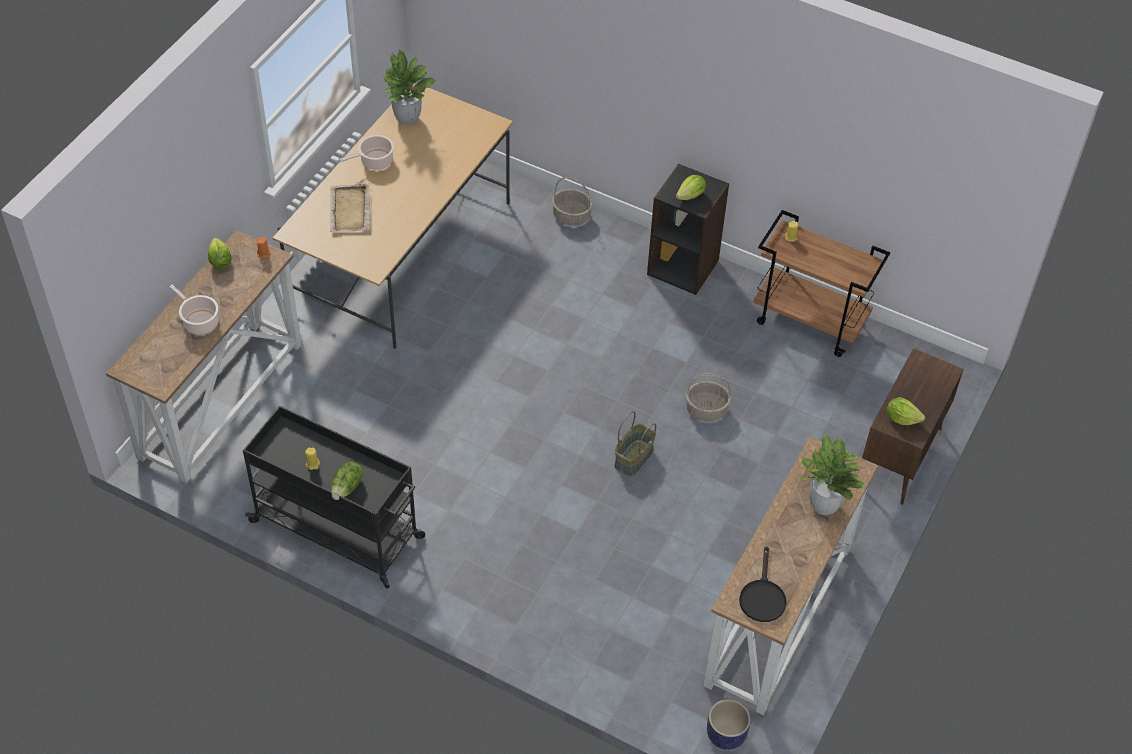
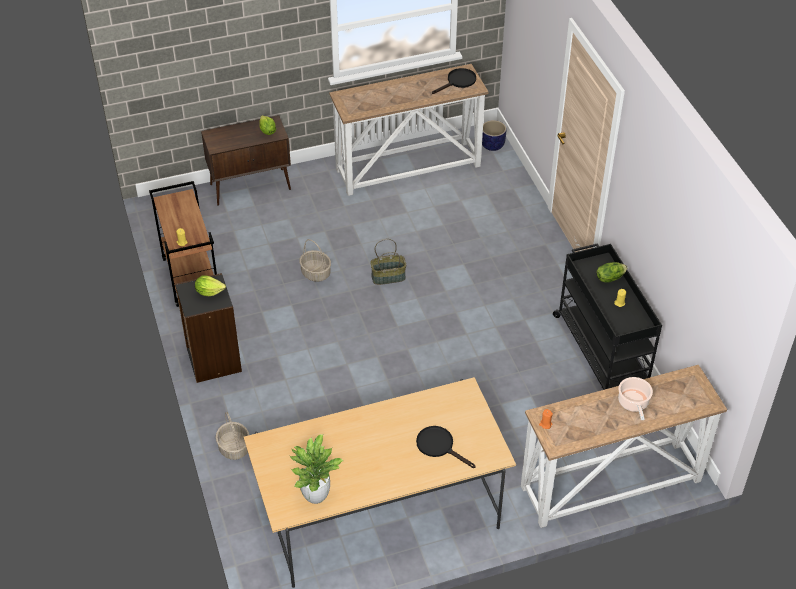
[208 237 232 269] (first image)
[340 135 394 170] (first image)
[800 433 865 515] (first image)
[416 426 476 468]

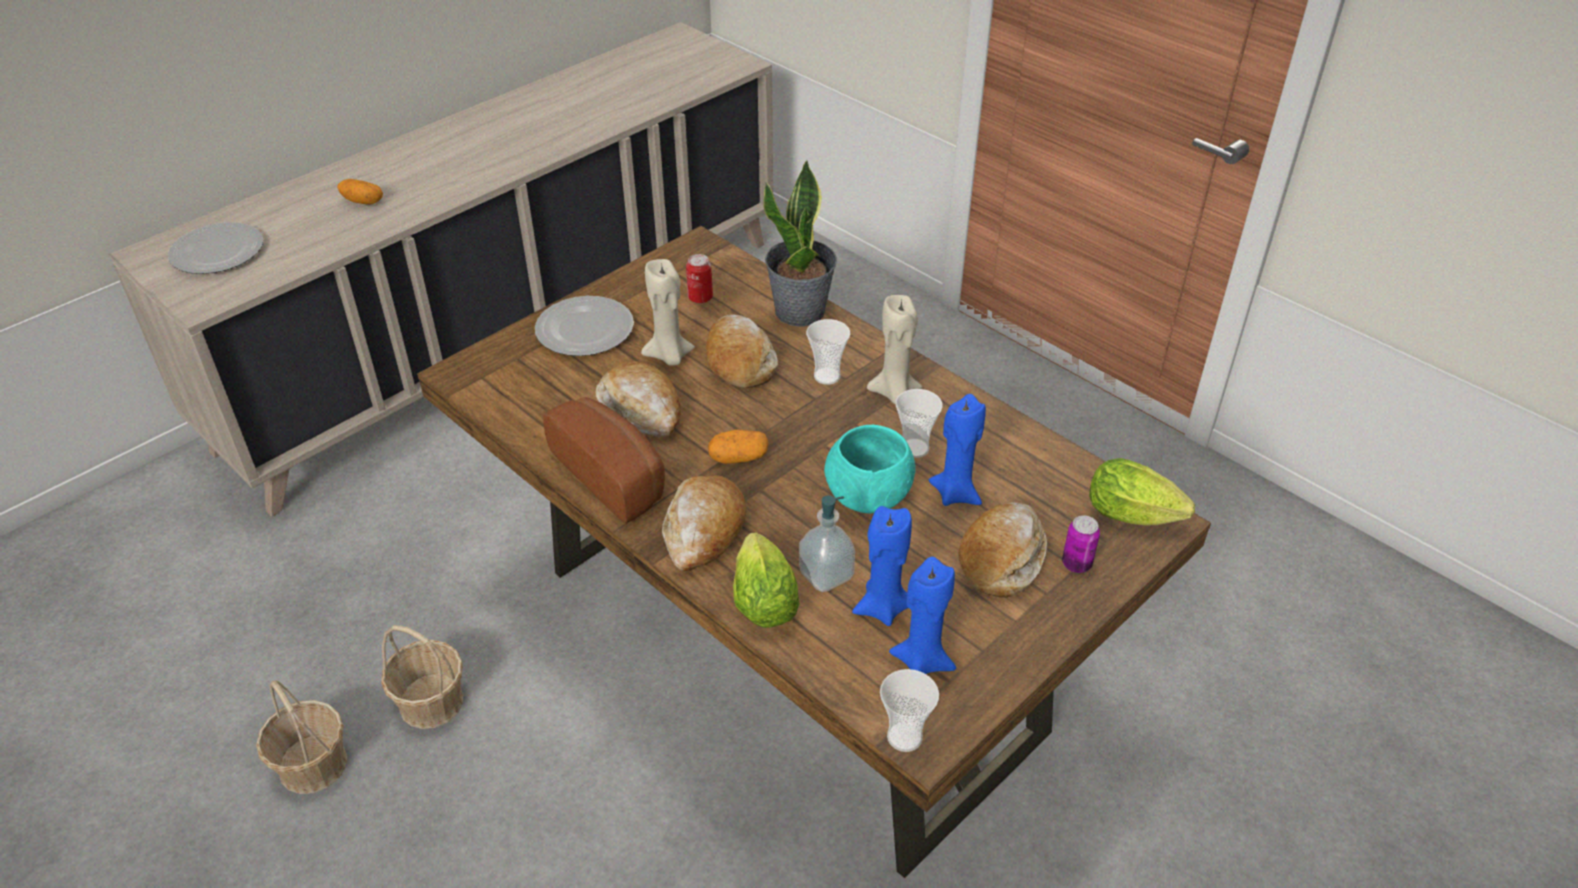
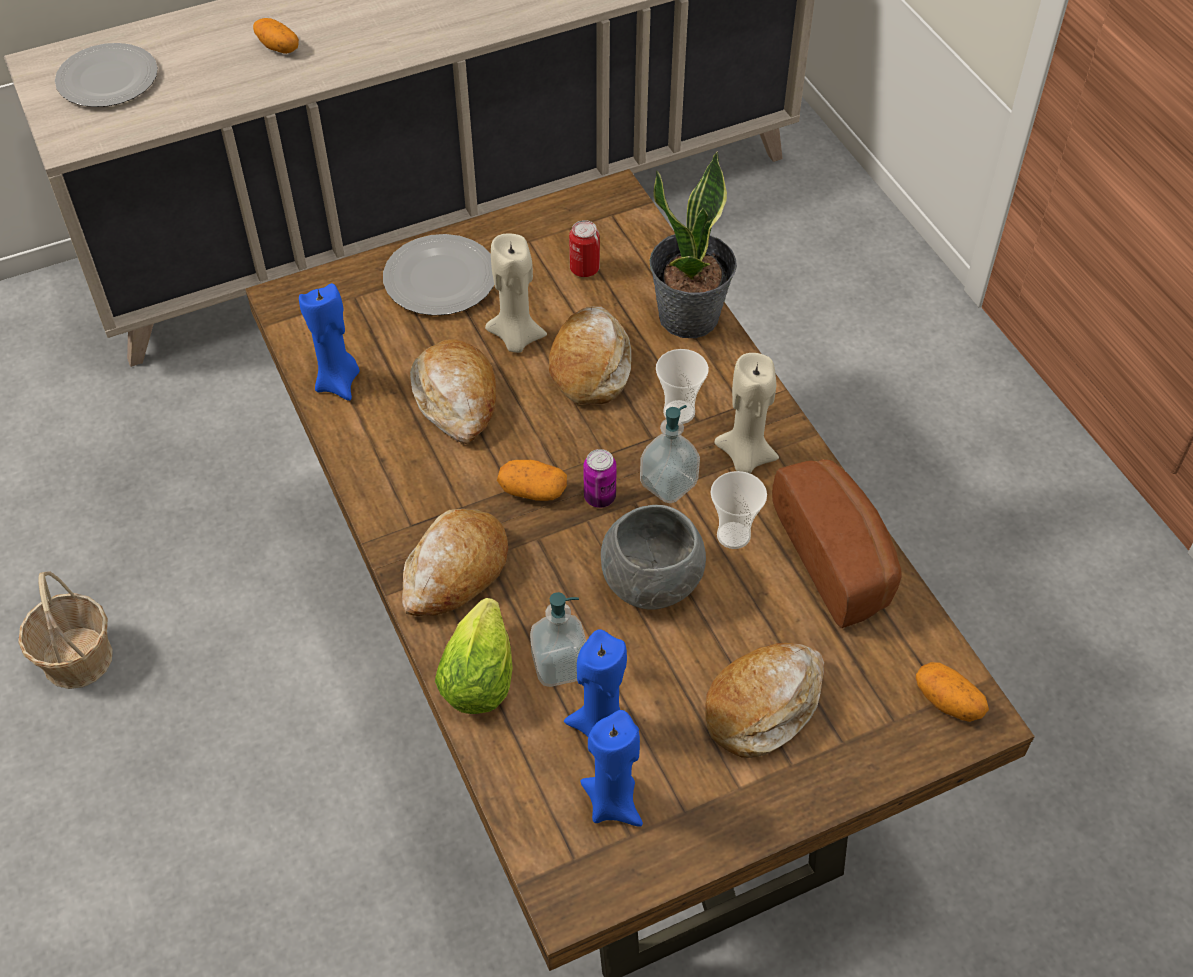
[381 625 464 729] (first image)
[880 669 939 752] (first image)
[640 405 700 503]
[772 459 901 628]
[299 283 360 401]
[583 449 617 508]
[916 662 989 722]
[601 505 706 610]

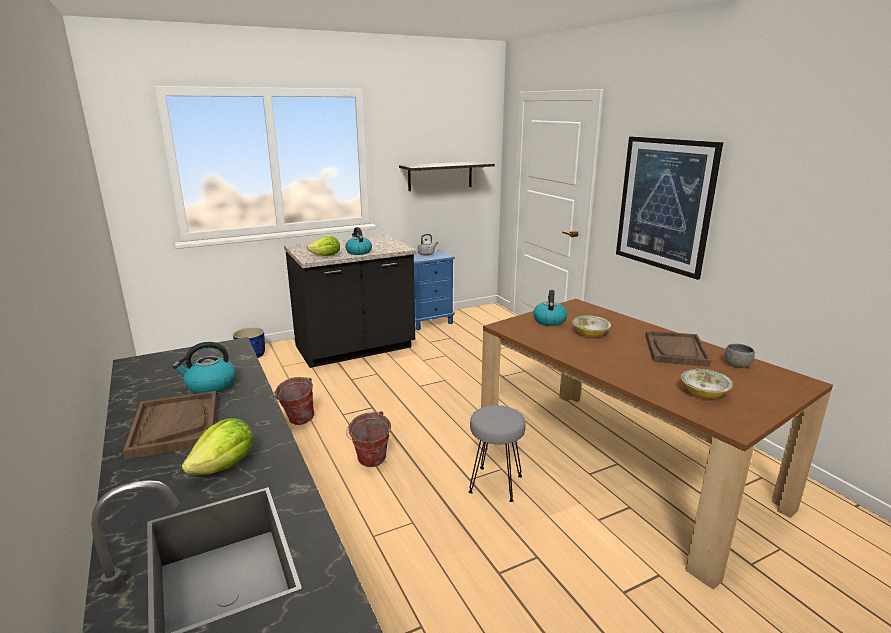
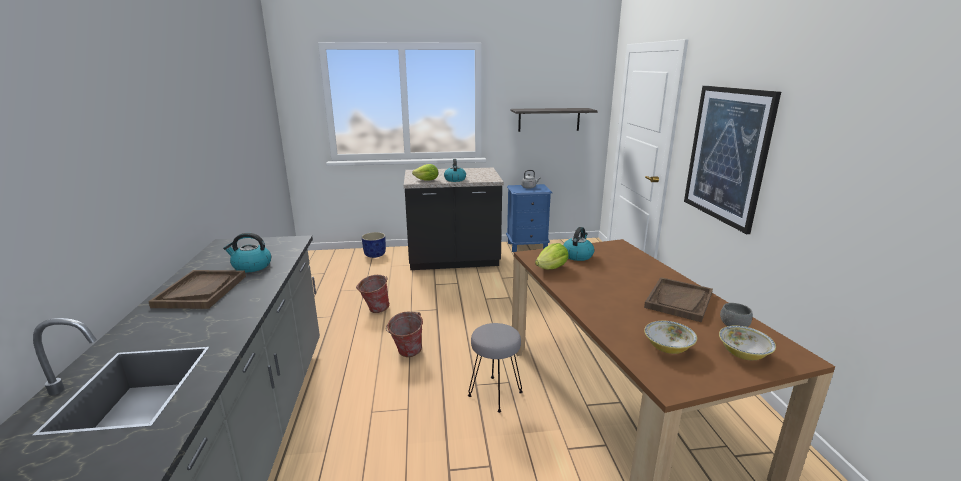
[535 243 569 269]
[719 326 776 360]

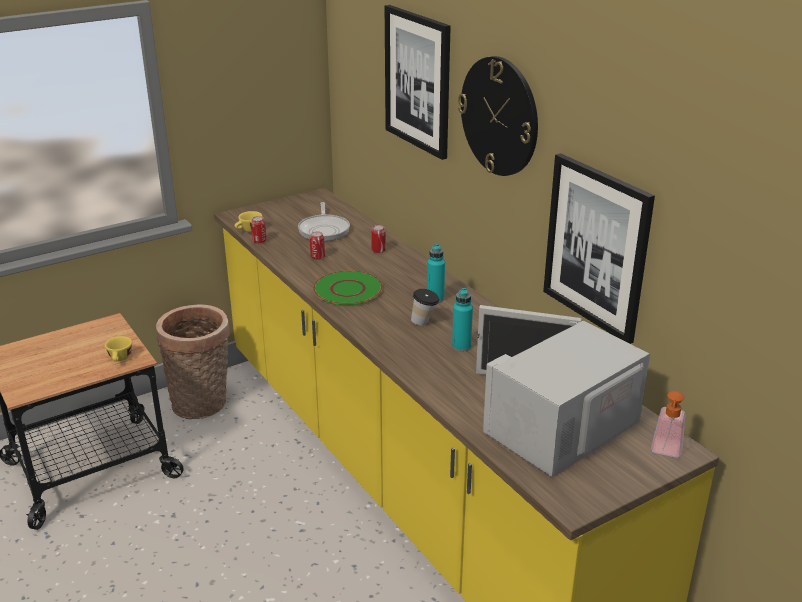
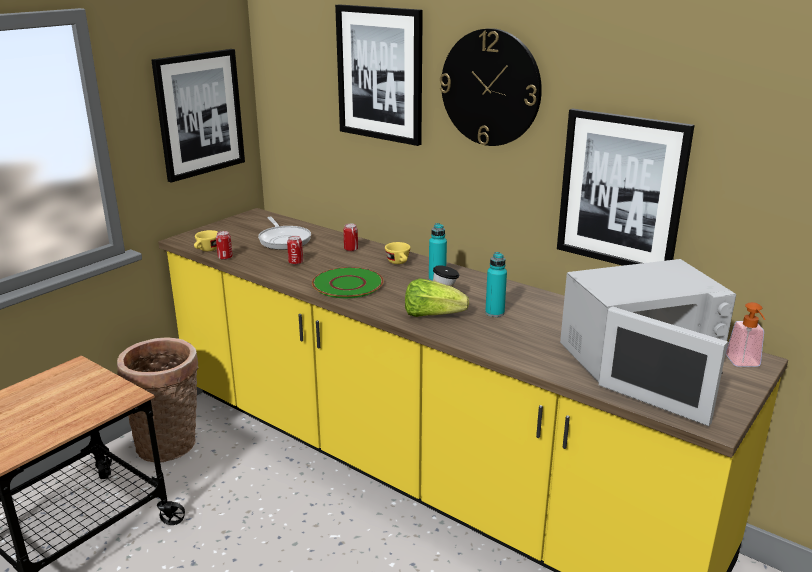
[151 49 245 183]
[405 278 469 317]
[385 242 410 264]
[560 259 736 426]

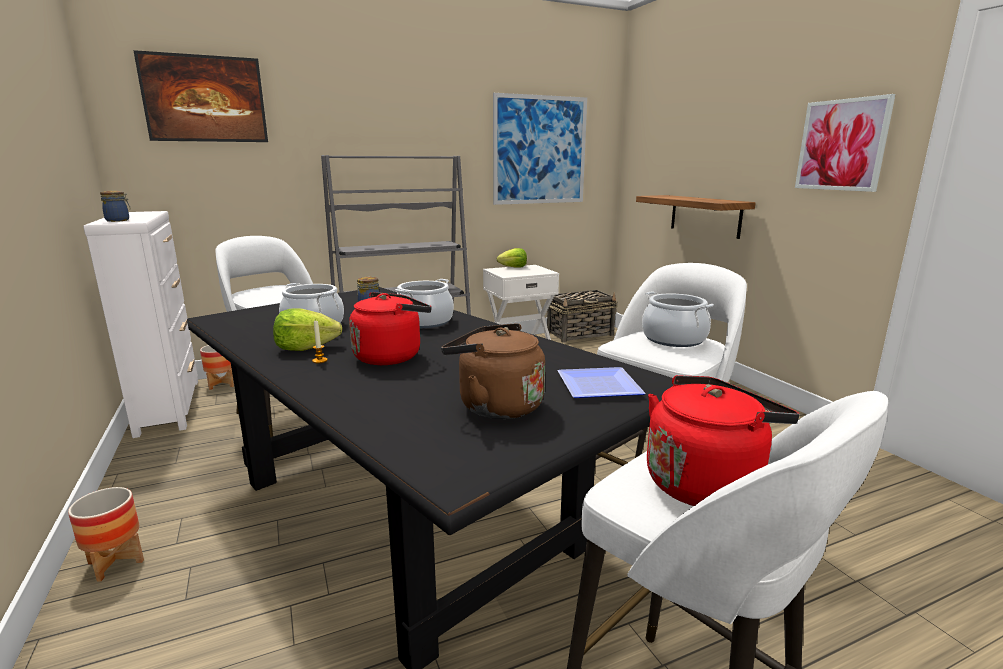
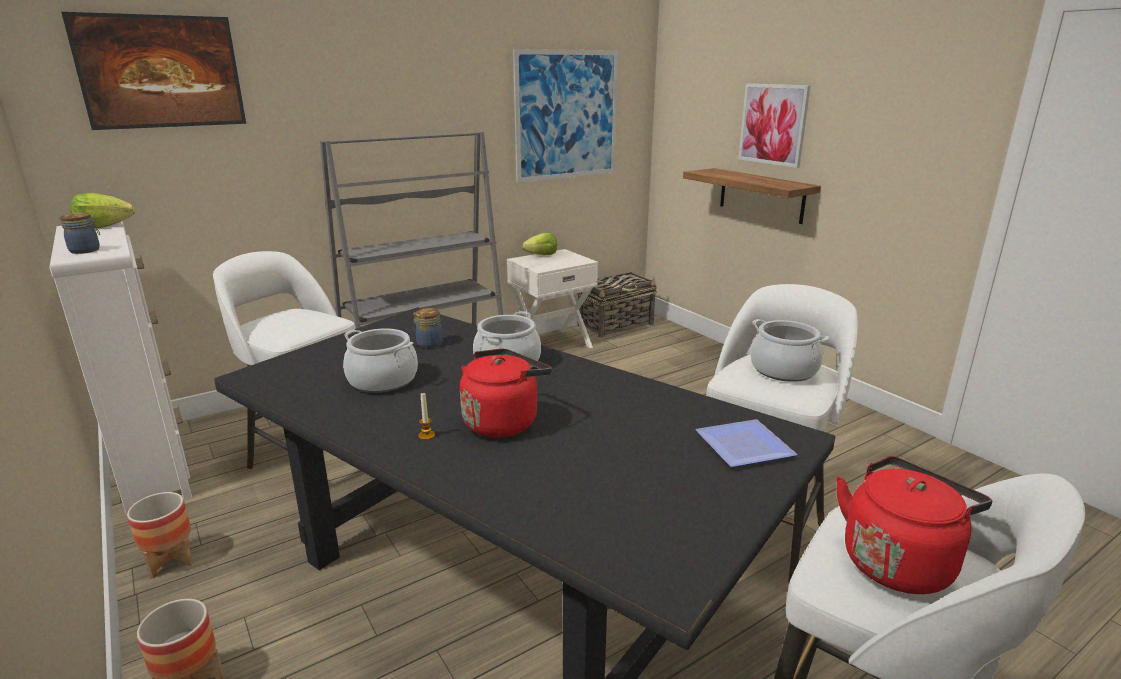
[441 323 545 419] (first image)
[127 492 193 578]
[70 193 135 228]
[738 84 811 168]

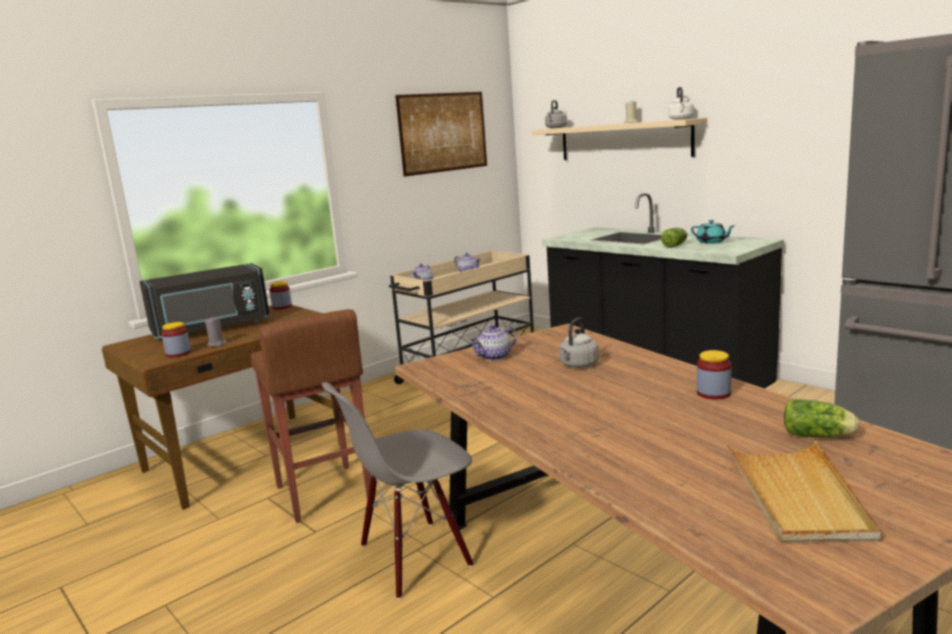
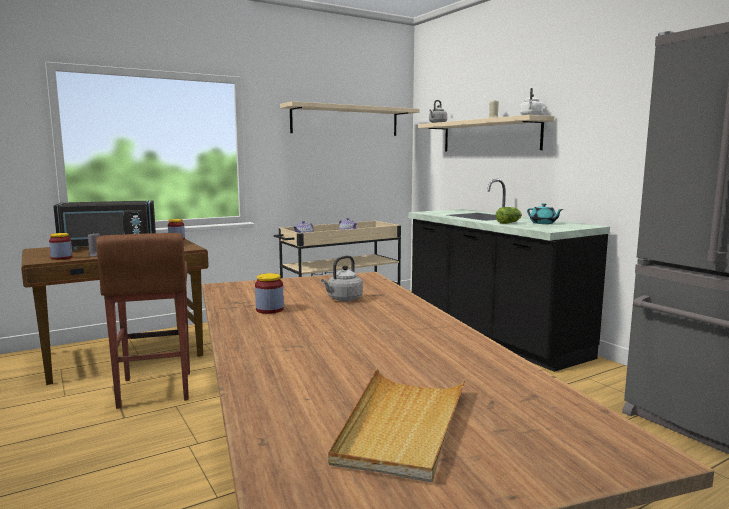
[322 382 474 599] (first image)
[469 324 517 361] (first image)
[784 399 859 438] (first image)
[255 273 284 314]
[280 101 420 136]

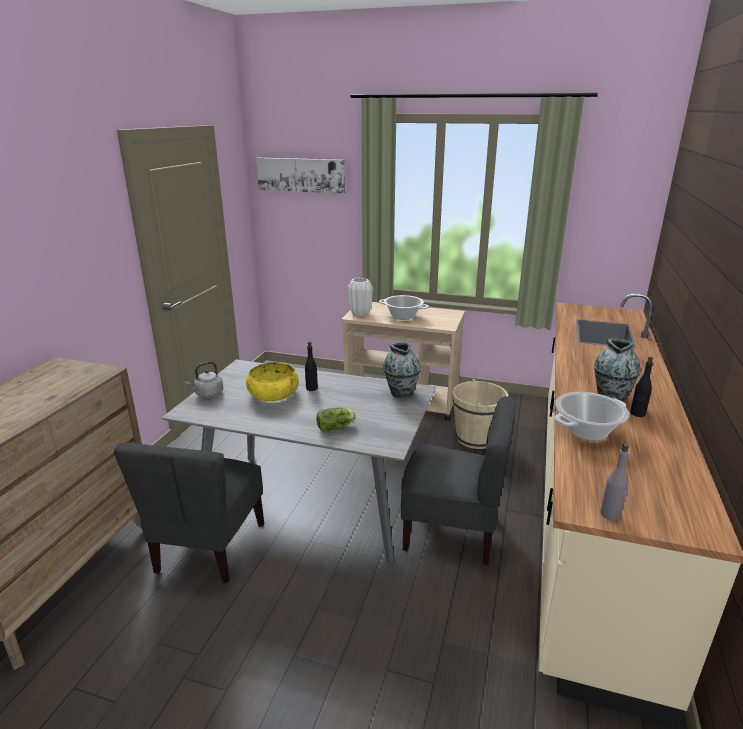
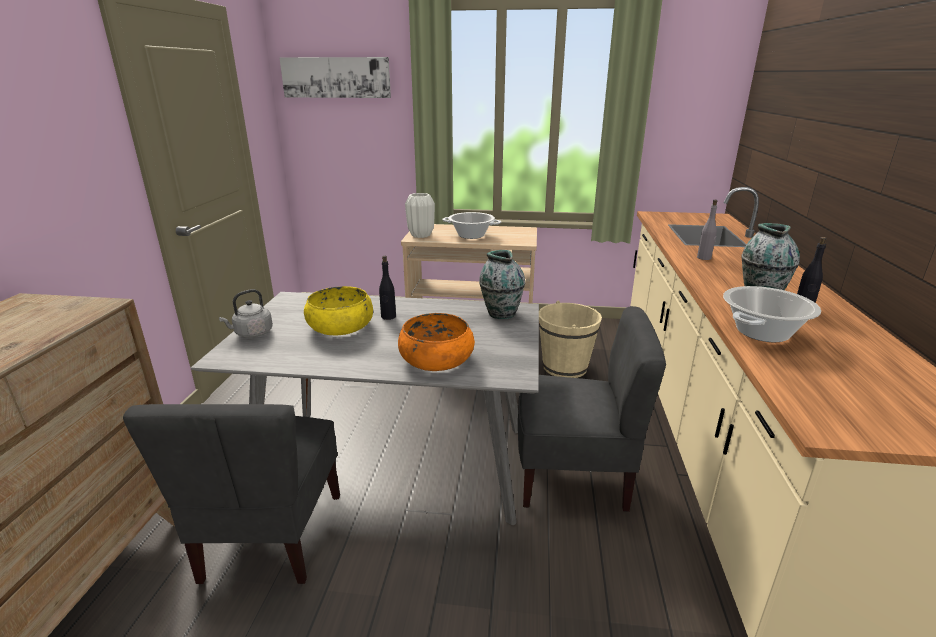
[697 200 718 260]
[398 313 475 371]

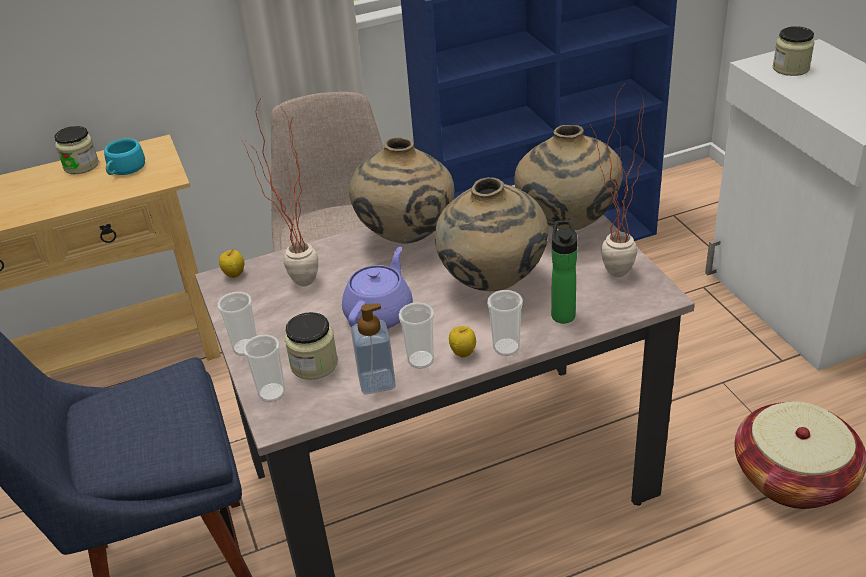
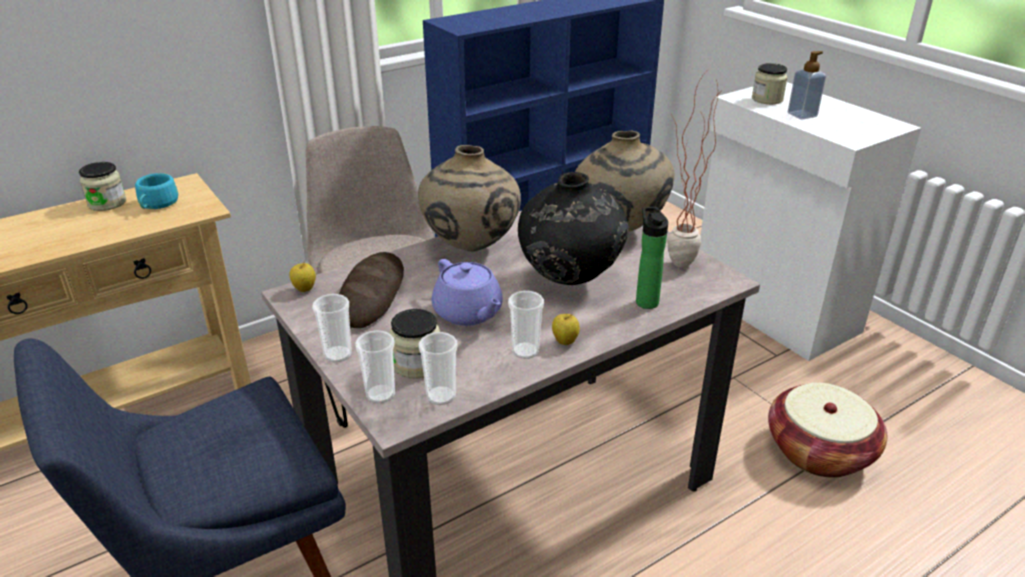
[788 51 826 119]
[419 332 458 405]
[339 252 404 328]
[518 172 629 285]
[432 259 503 326]

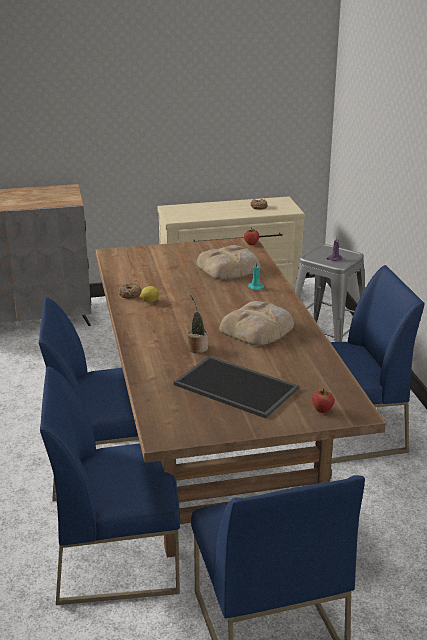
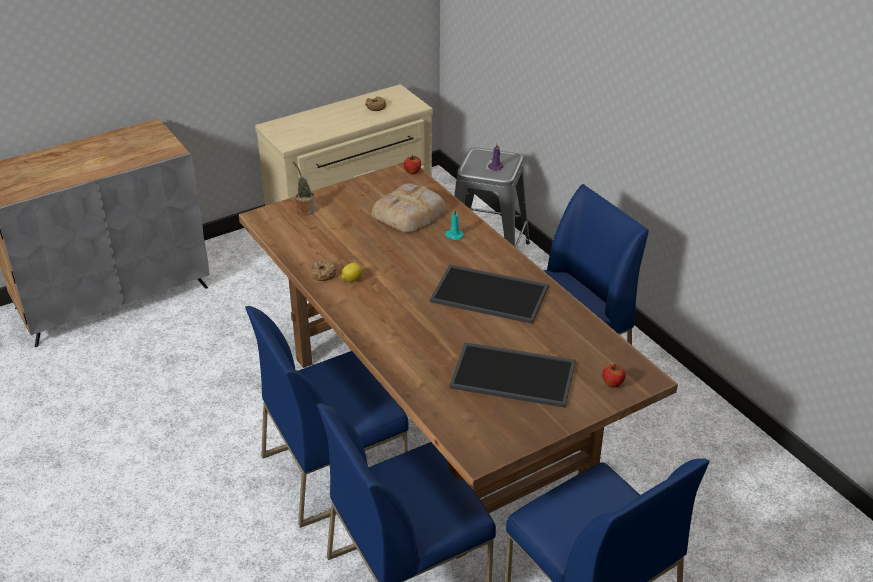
[293 161 316 215]
[430 264 549 324]

